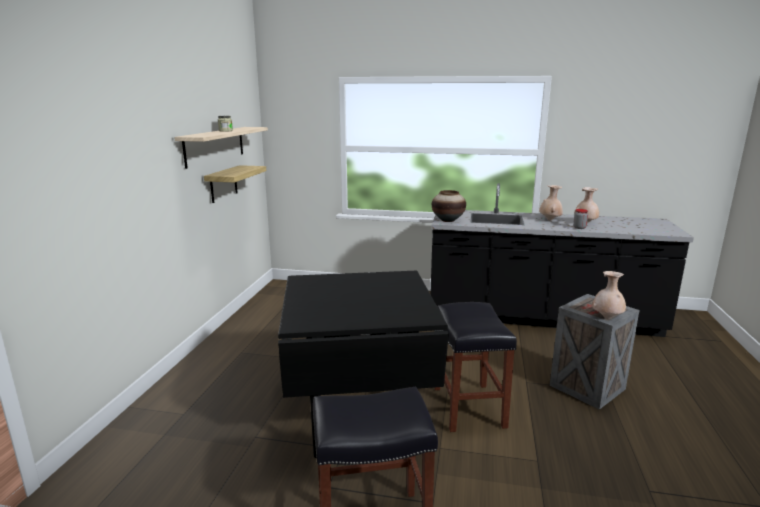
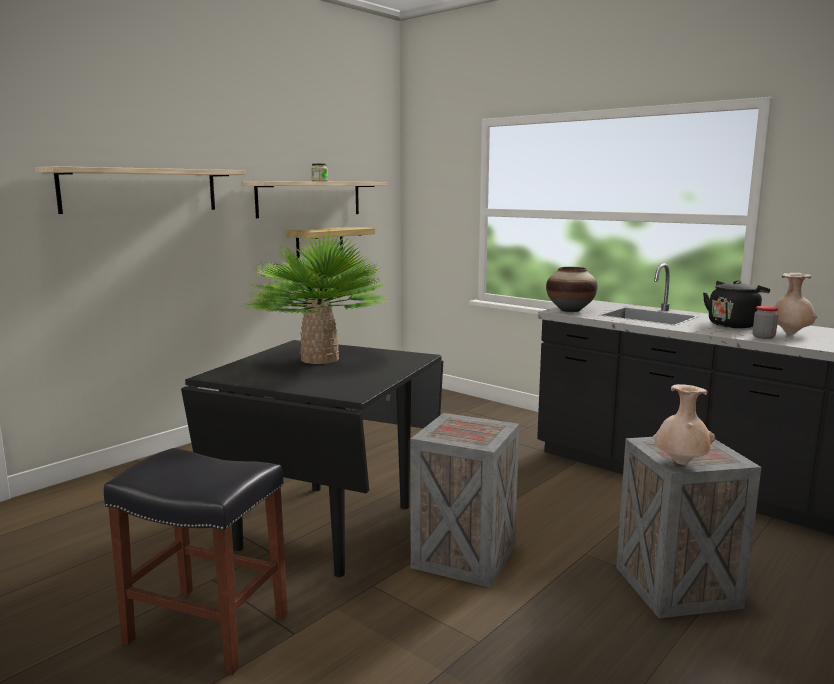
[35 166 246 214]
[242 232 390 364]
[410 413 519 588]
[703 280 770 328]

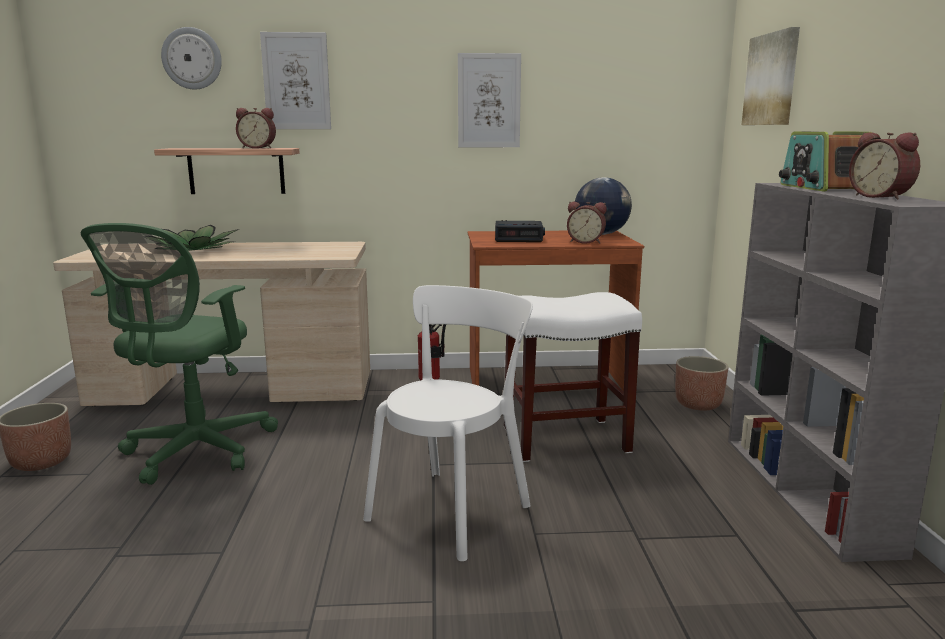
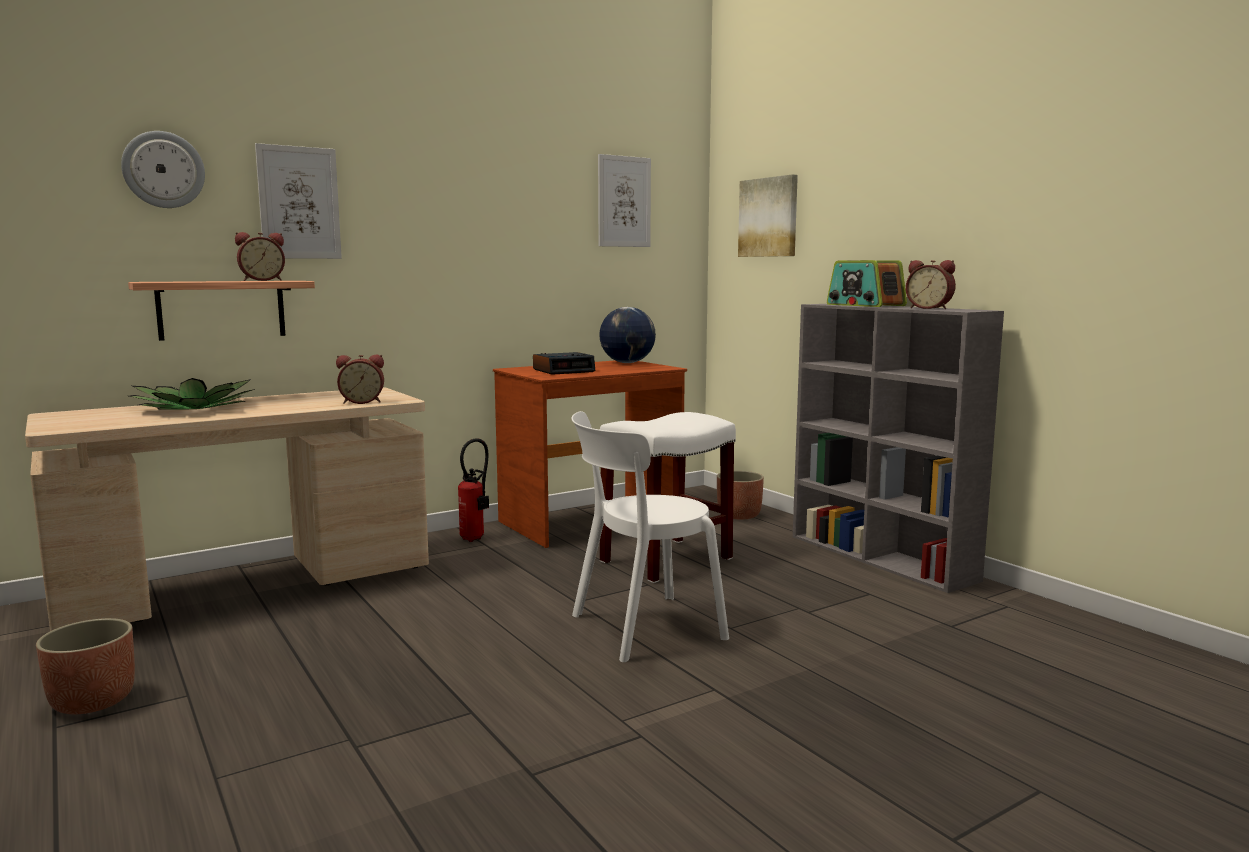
[81 223 278 485] (first image)
[598 154 651 247]
[336 355 384 404]
[571 411 729 662]

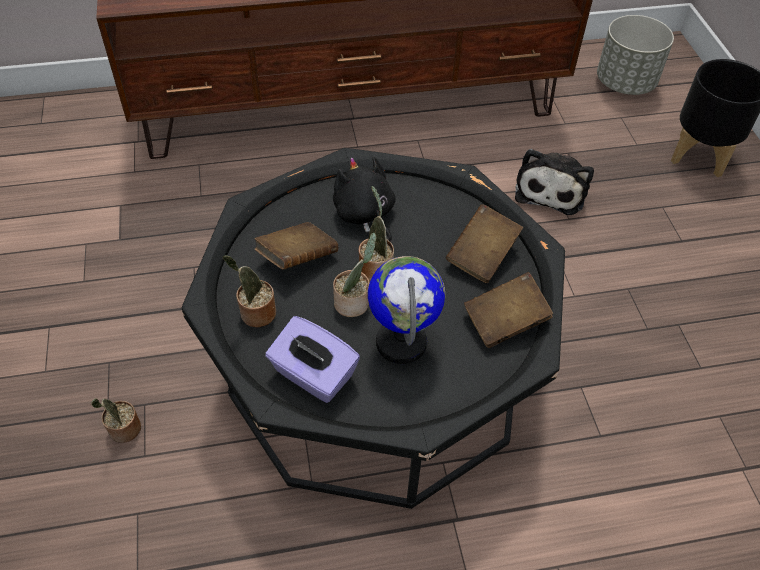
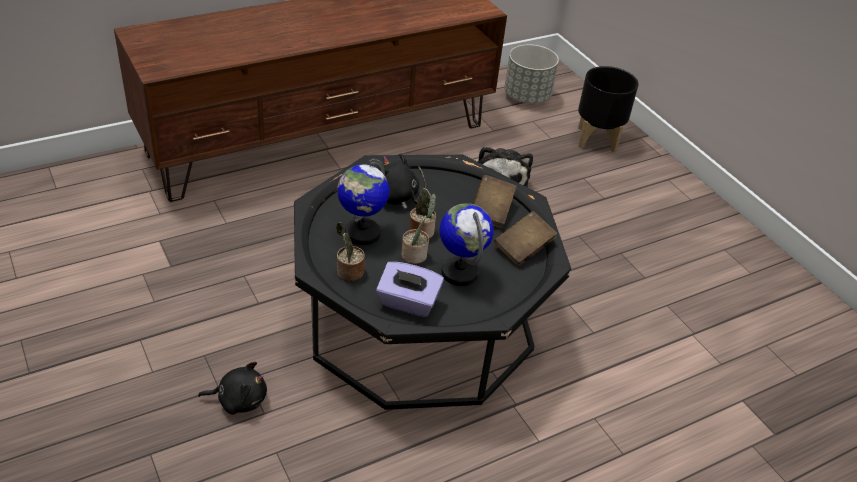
[198 362 267 415]
[337 159 389 245]

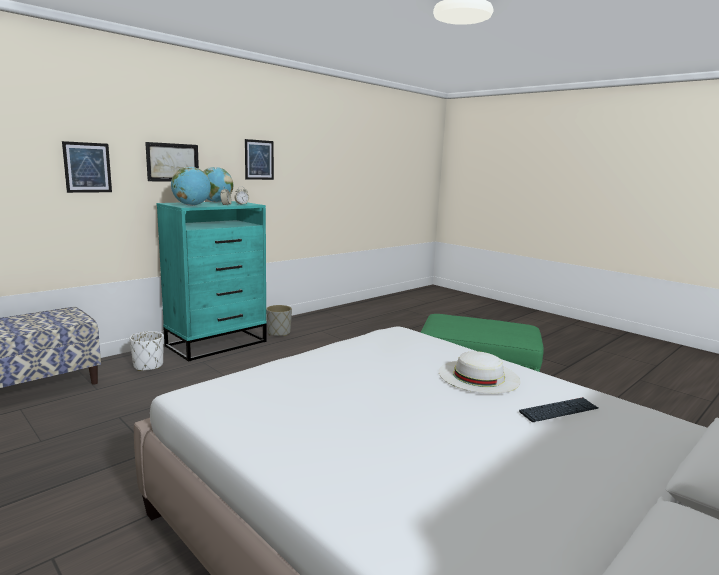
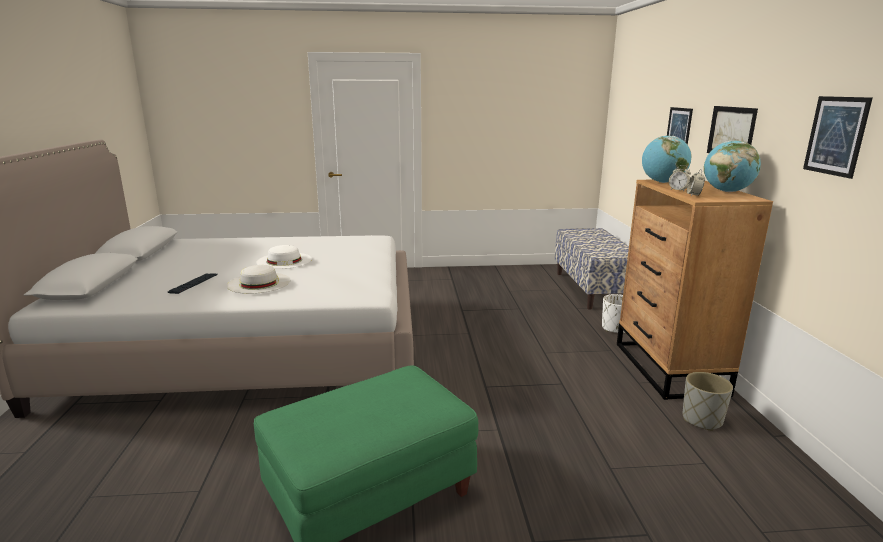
[256 245 312 269]
[617 180 773 400]

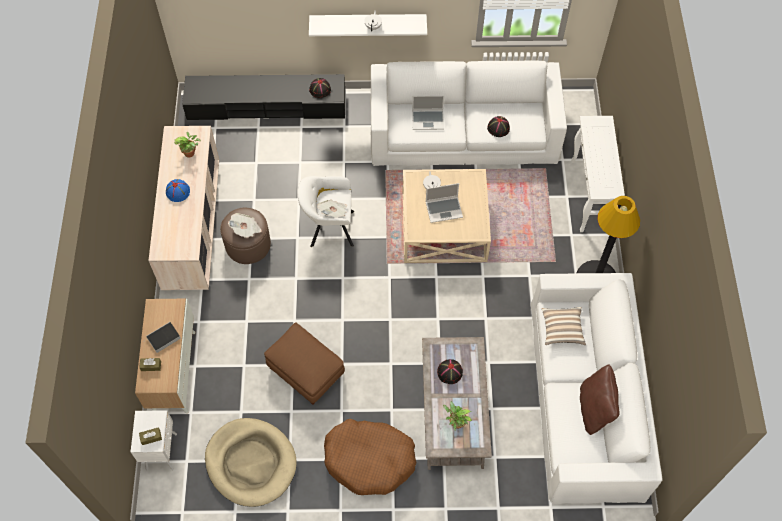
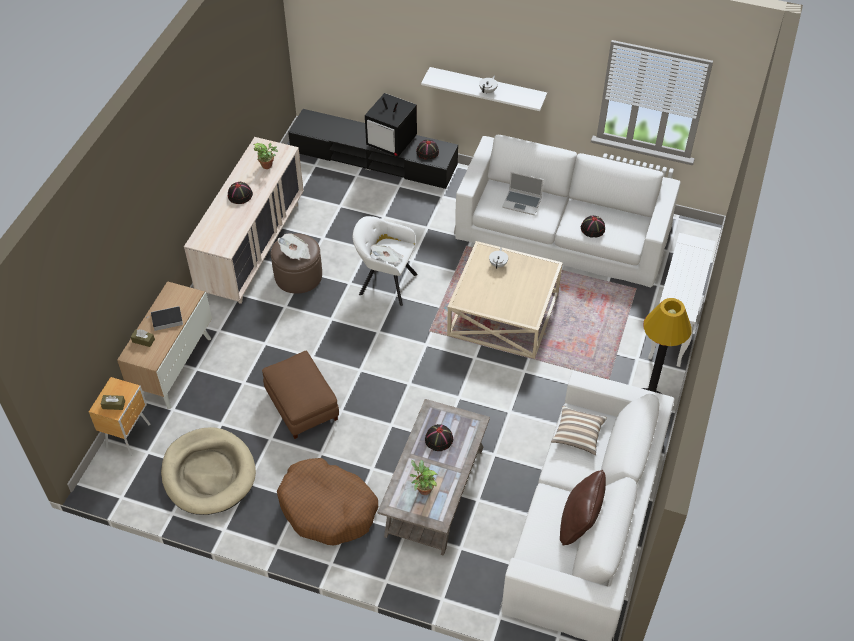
[426 183 463 223] (first image)
[365 93 417 157]
[89 377 151 456]
[228 182 253 204]

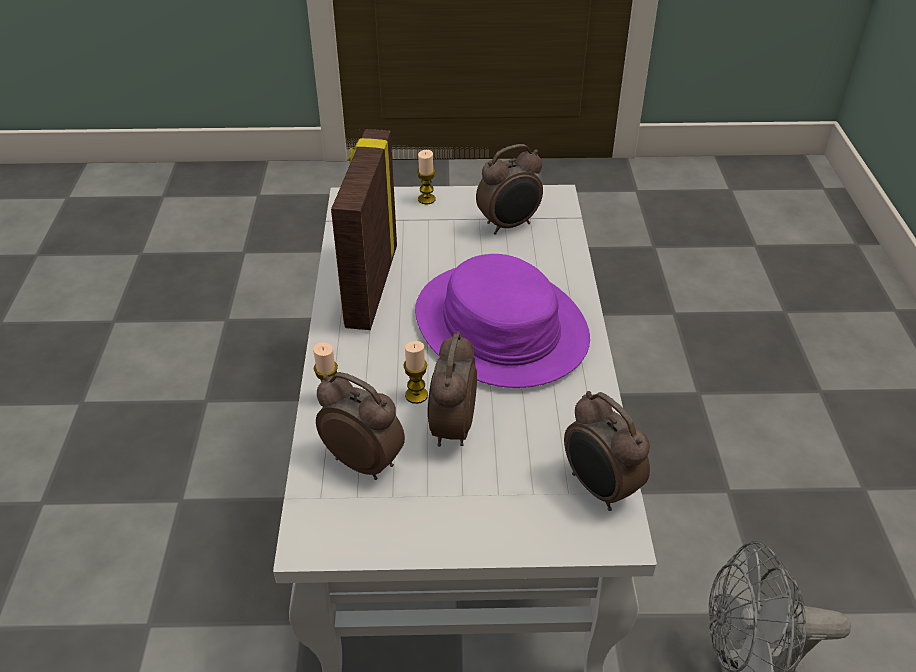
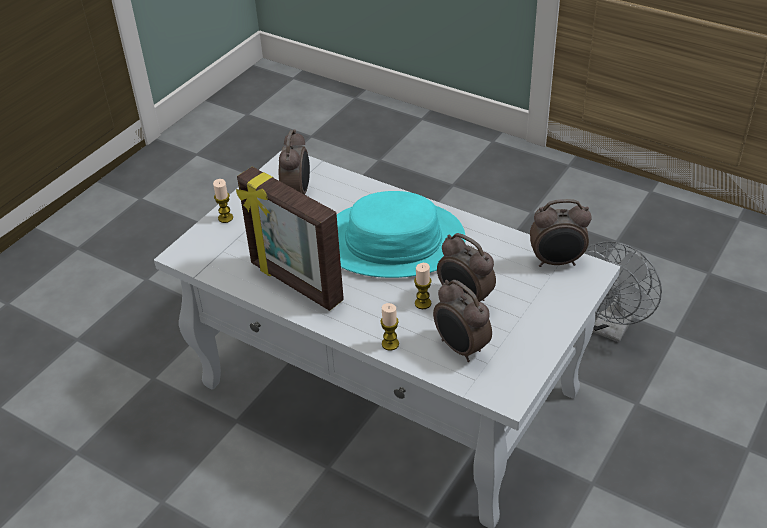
[337 191 466 278]
[433 280 492 362]

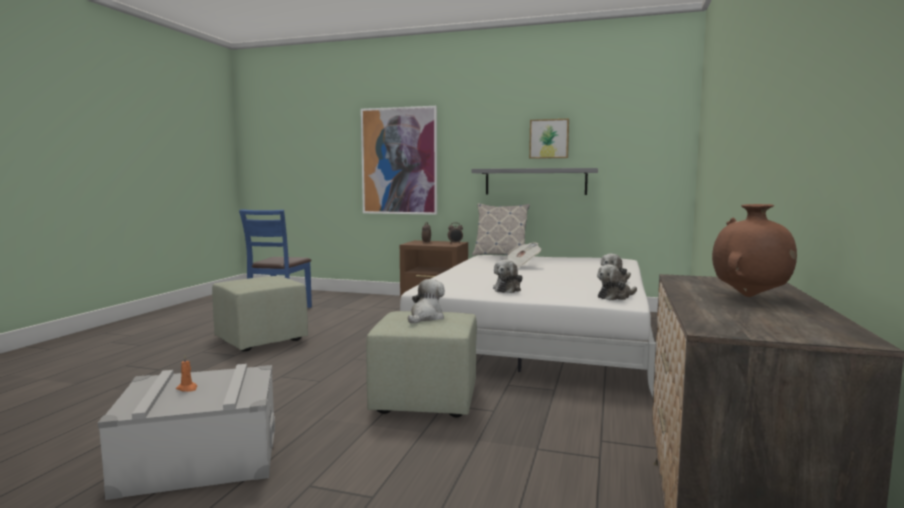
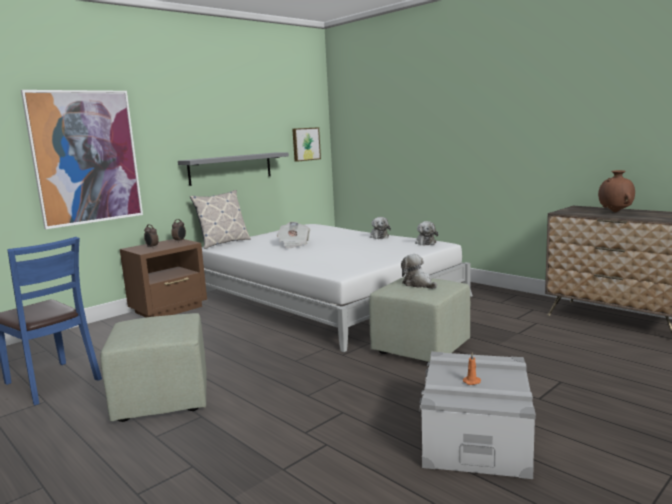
[493 260 523 293] (first image)
[292 127 321 162]

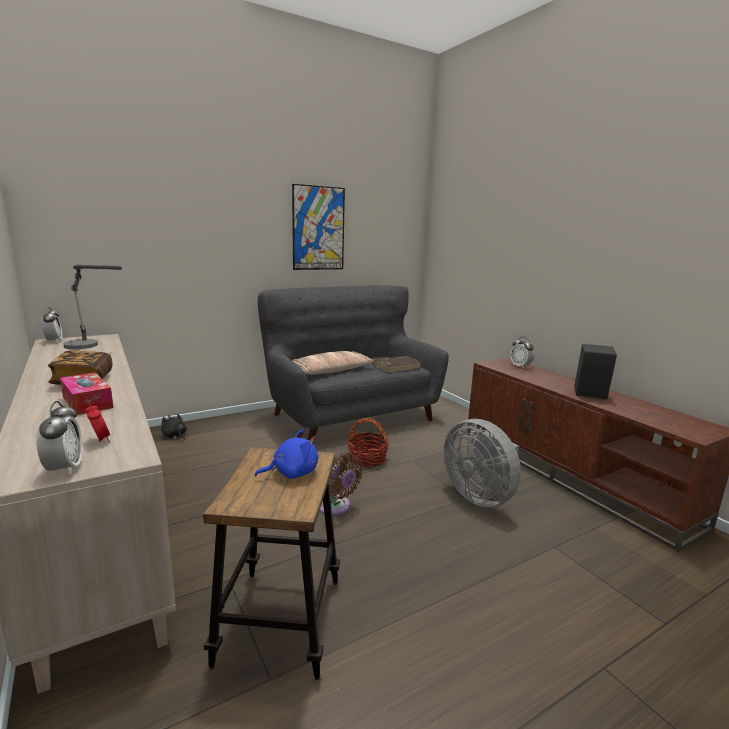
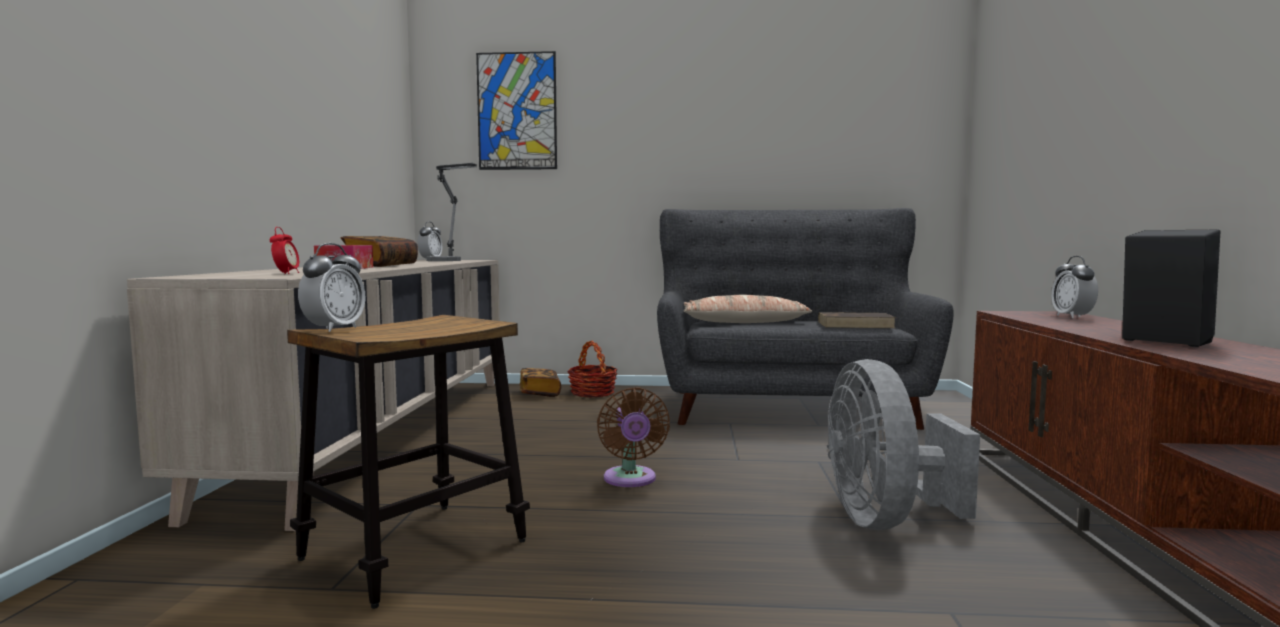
[255 430 318 479] (first image)
[298 243 365 332]
[476 51 557 170]
[567 341 618 398]
[519 368 561 397]

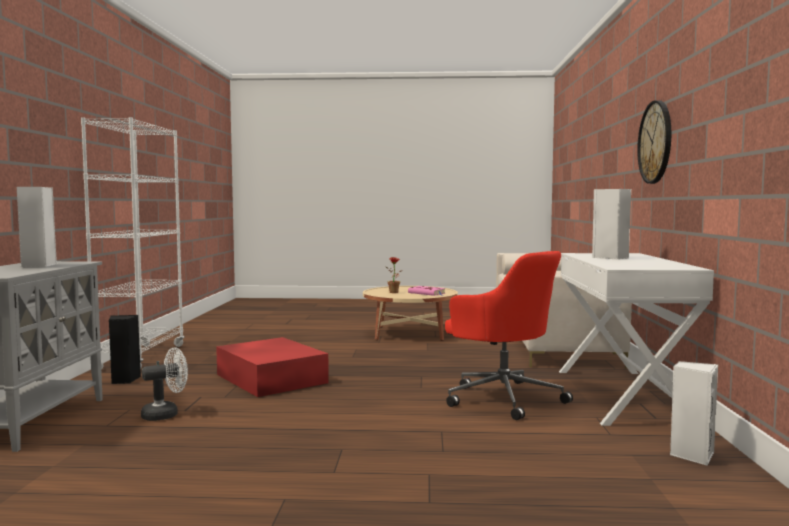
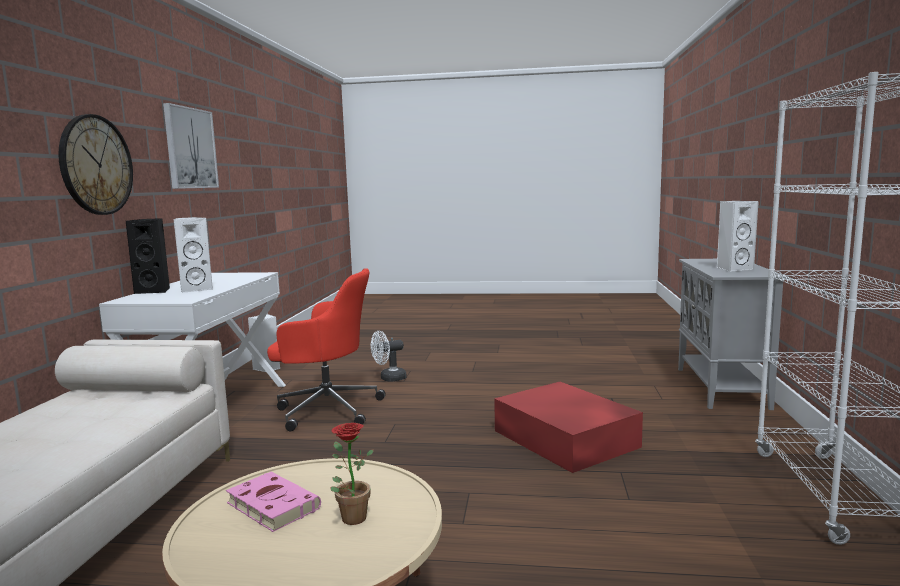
[163 103 219 189]
[126 218 170 294]
[371 331 407 382]
[267 268 386 431]

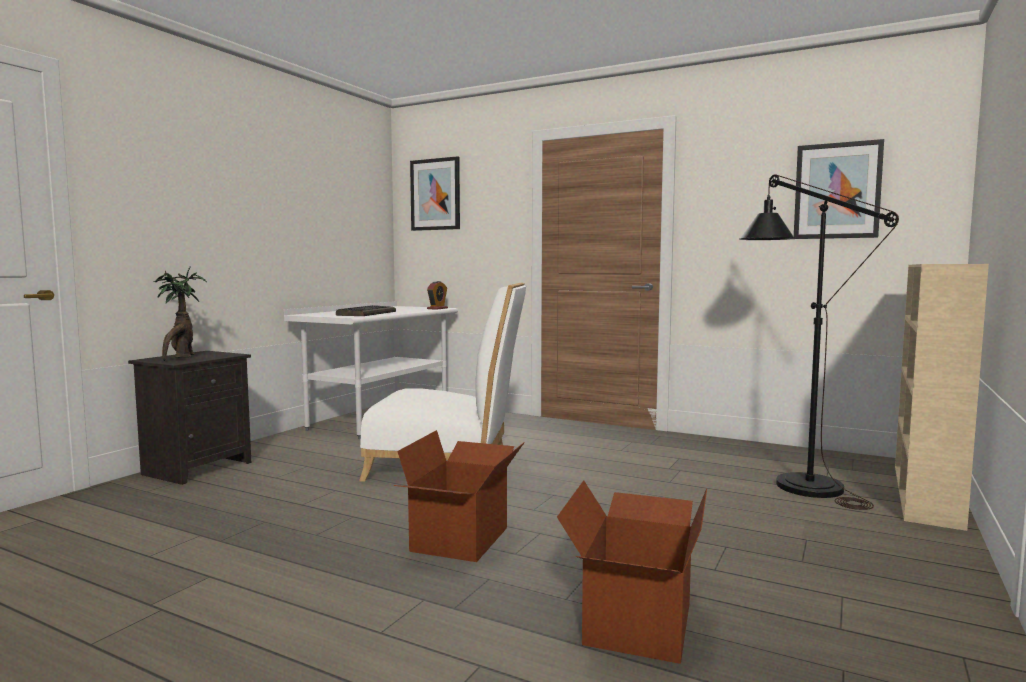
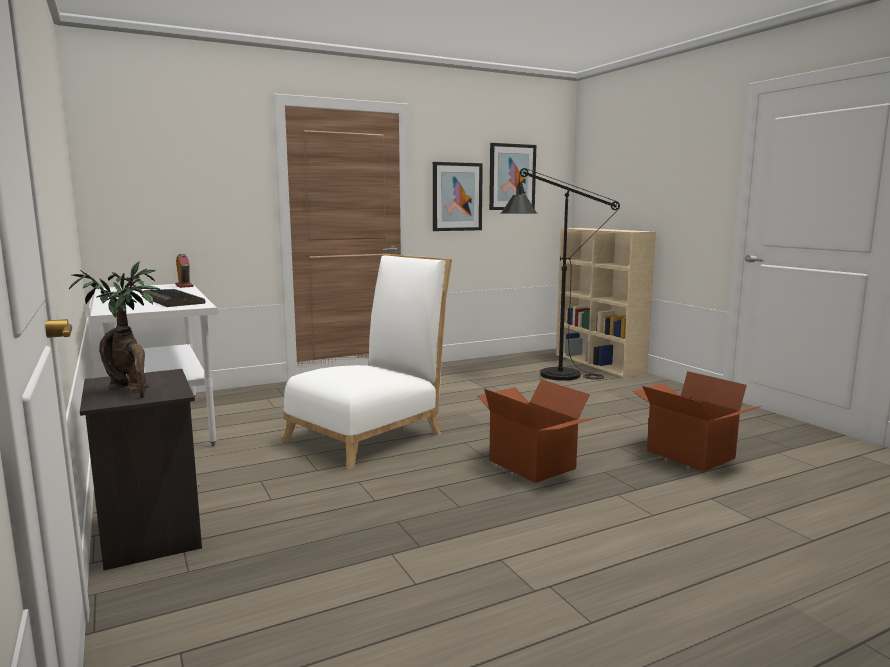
[433 162 483 231]

